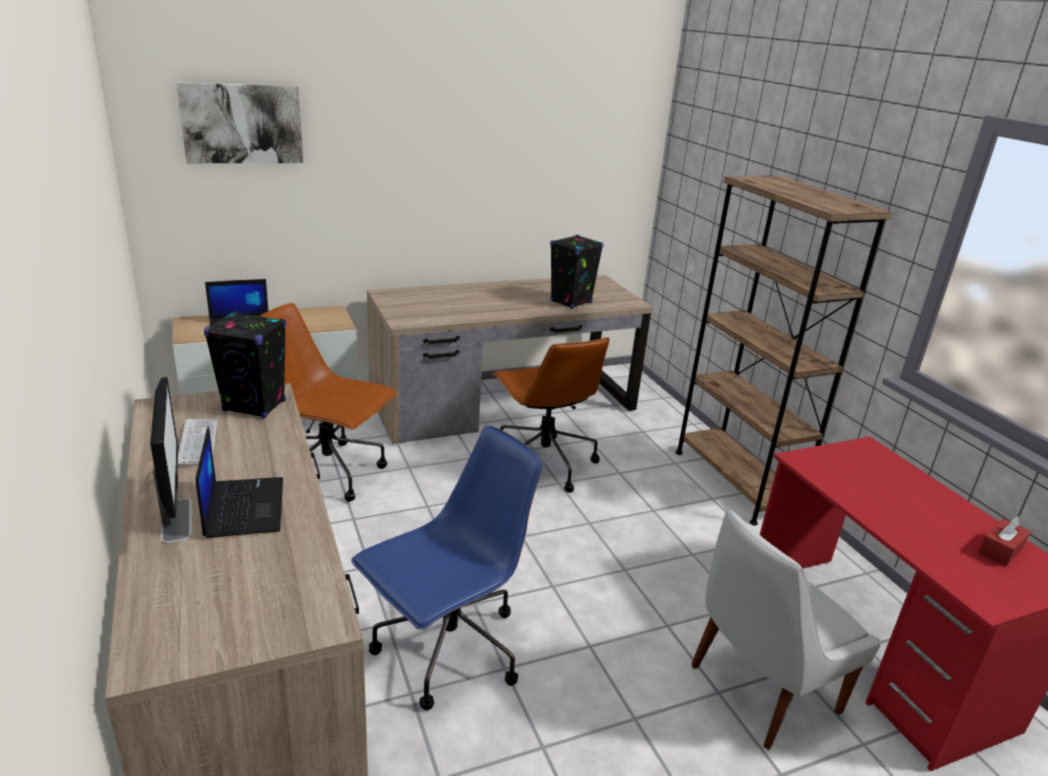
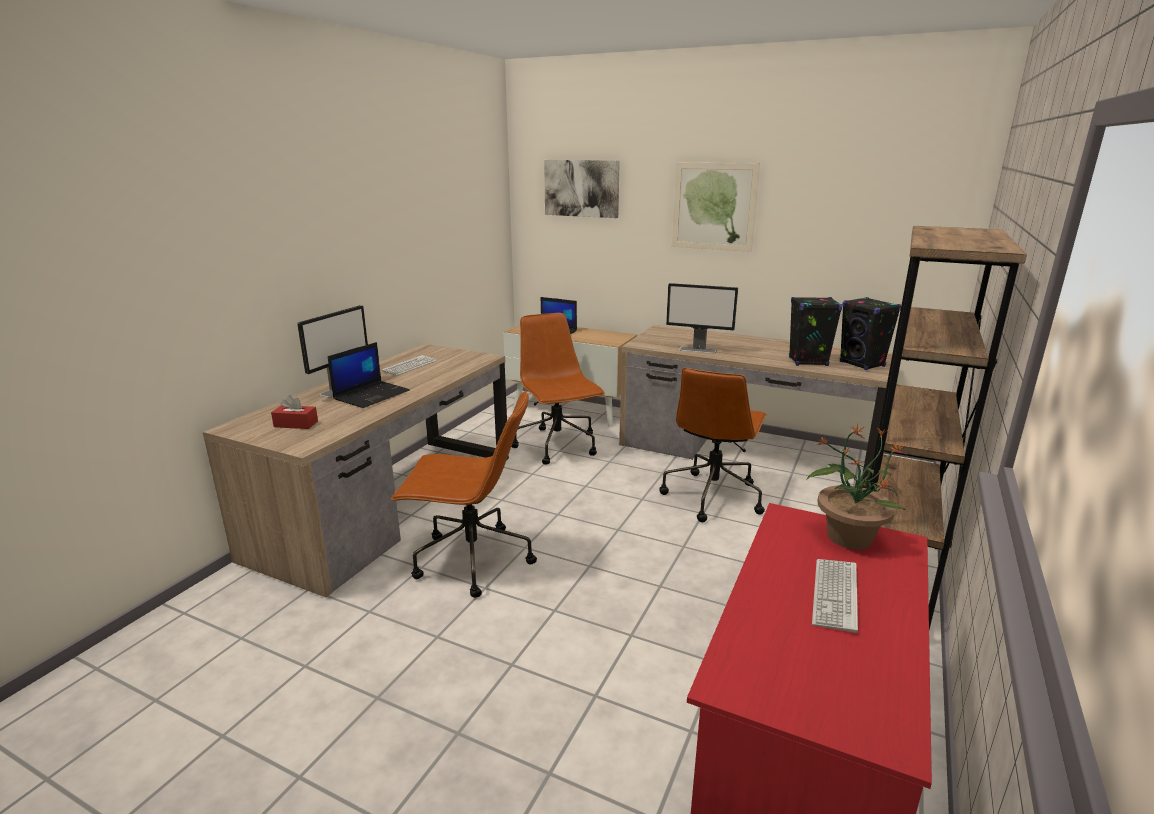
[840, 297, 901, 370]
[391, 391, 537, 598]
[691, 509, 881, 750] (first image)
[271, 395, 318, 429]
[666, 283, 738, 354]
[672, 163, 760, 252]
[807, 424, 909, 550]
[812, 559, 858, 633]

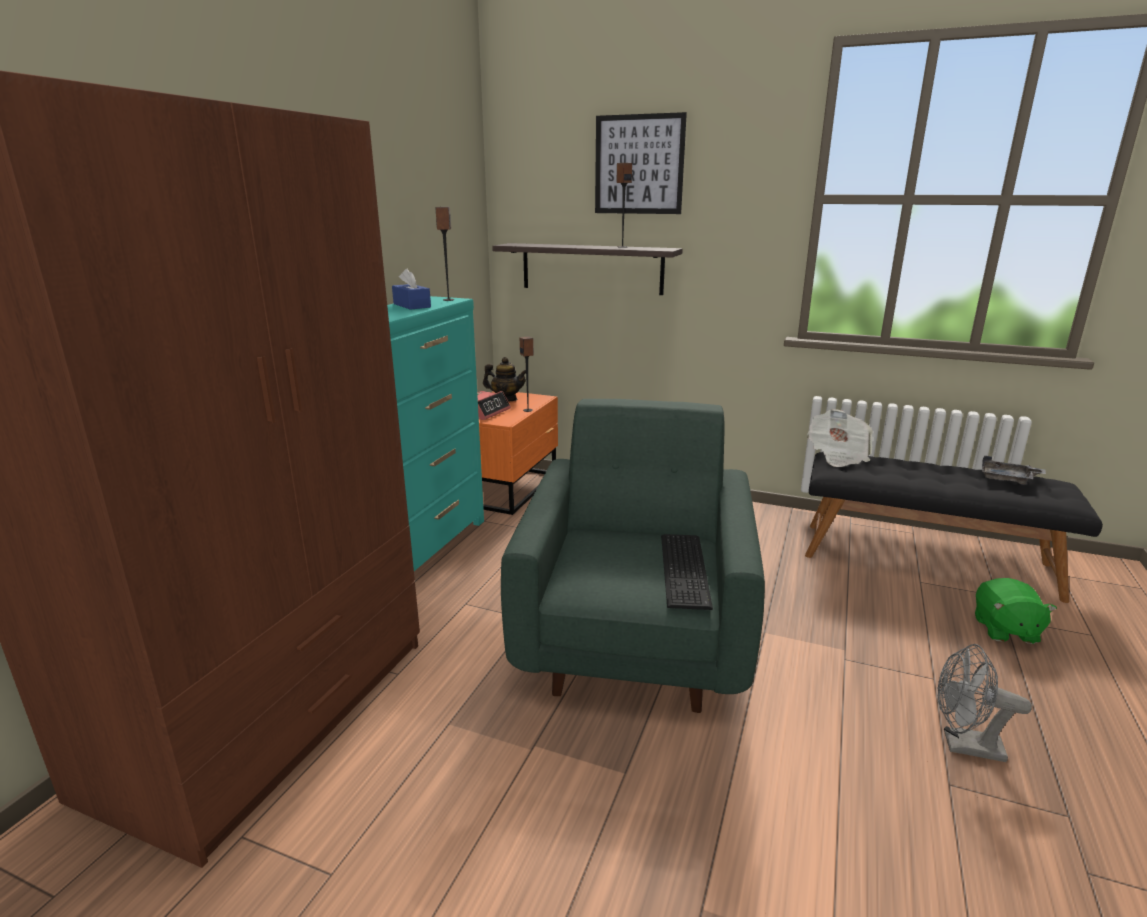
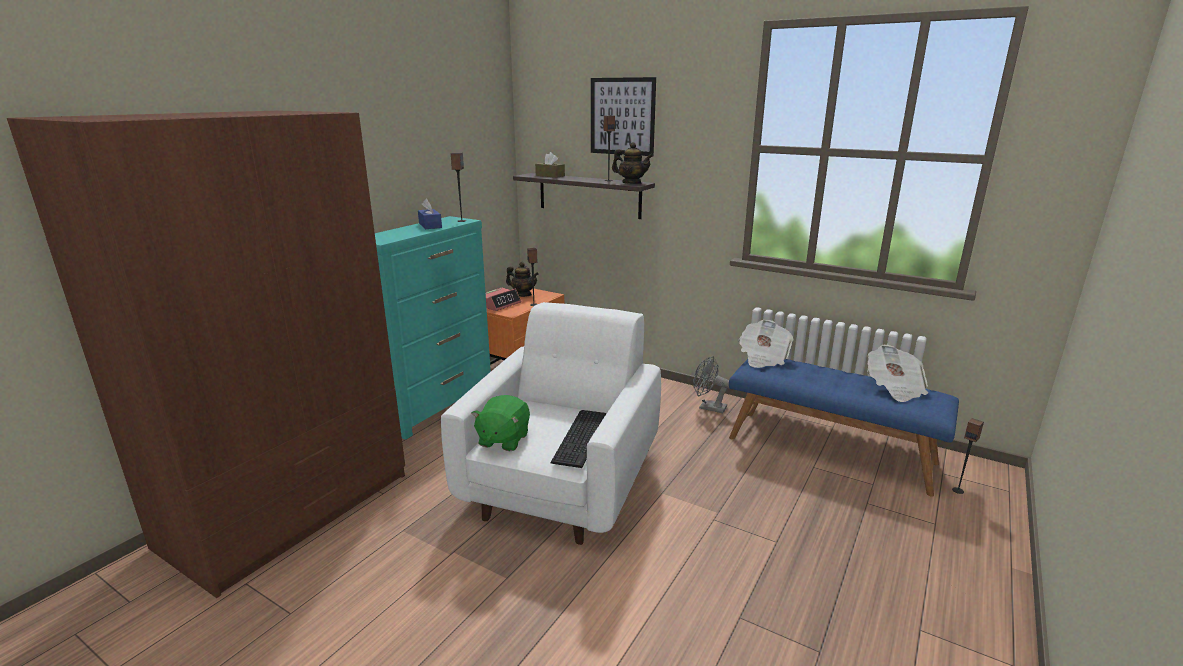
[441, 302, 661, 545]
[729, 359, 959, 497]
[693, 356, 730, 413]
[471, 395, 530, 451]
[868, 345, 928, 402]
[535, 152, 565, 178]
[612, 142, 653, 184]
[952, 418, 984, 494]

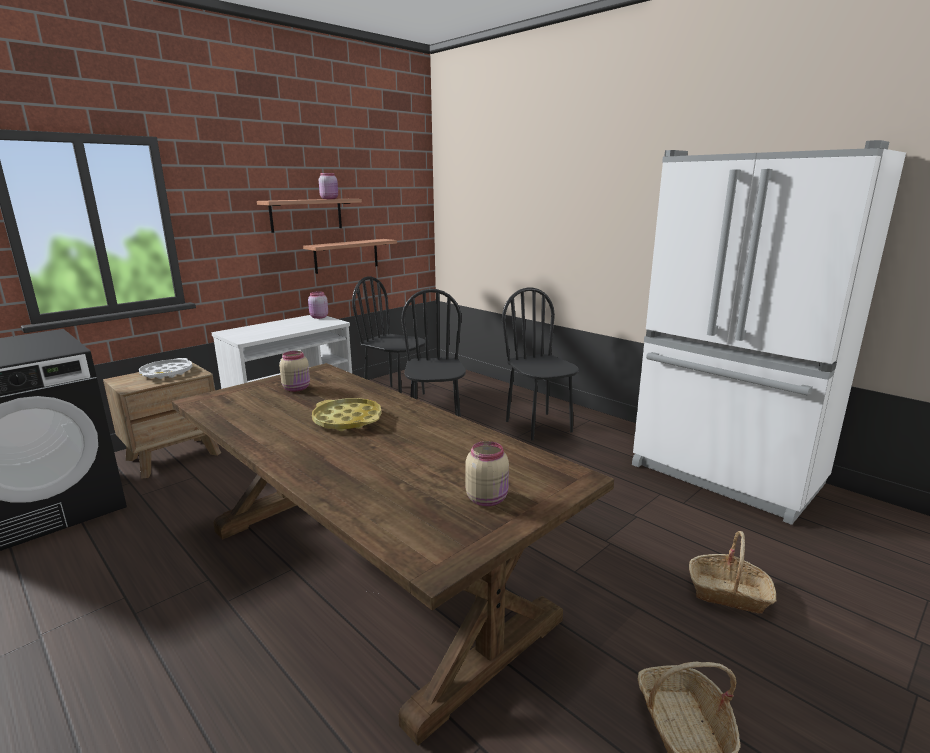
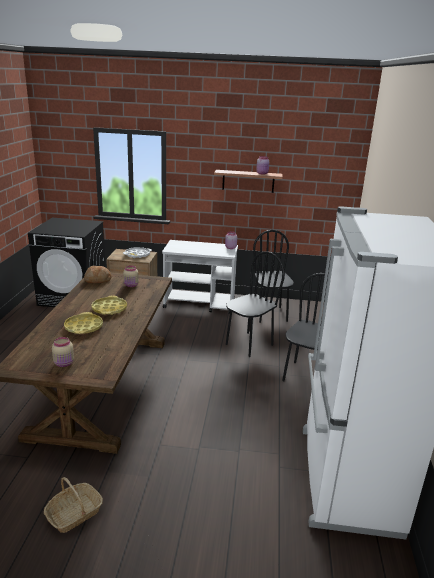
[303, 239, 397, 274] (first image)
[689, 531, 776, 614] (first image)
[64, 312, 103, 334]
[84, 266, 112, 283]

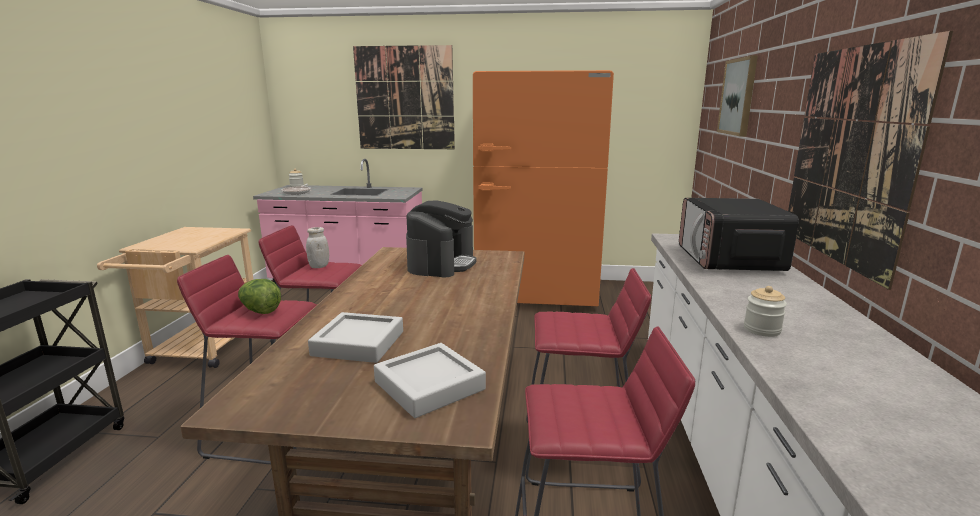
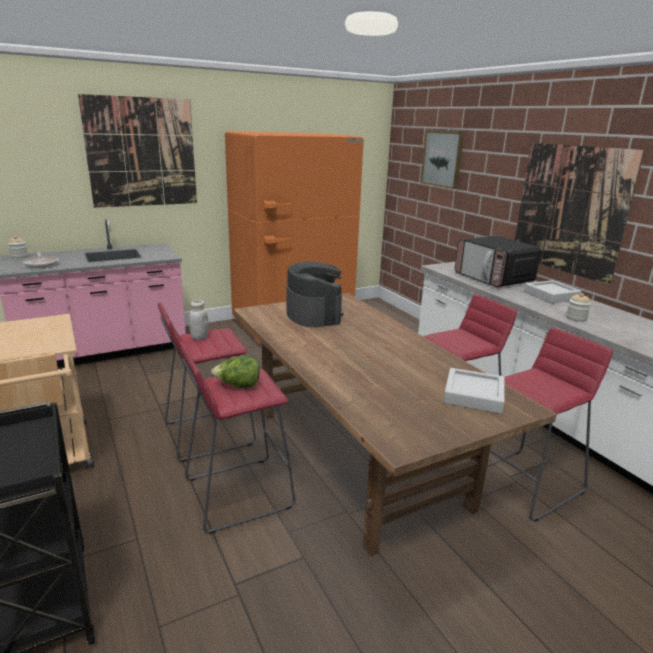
[524, 280, 582, 303]

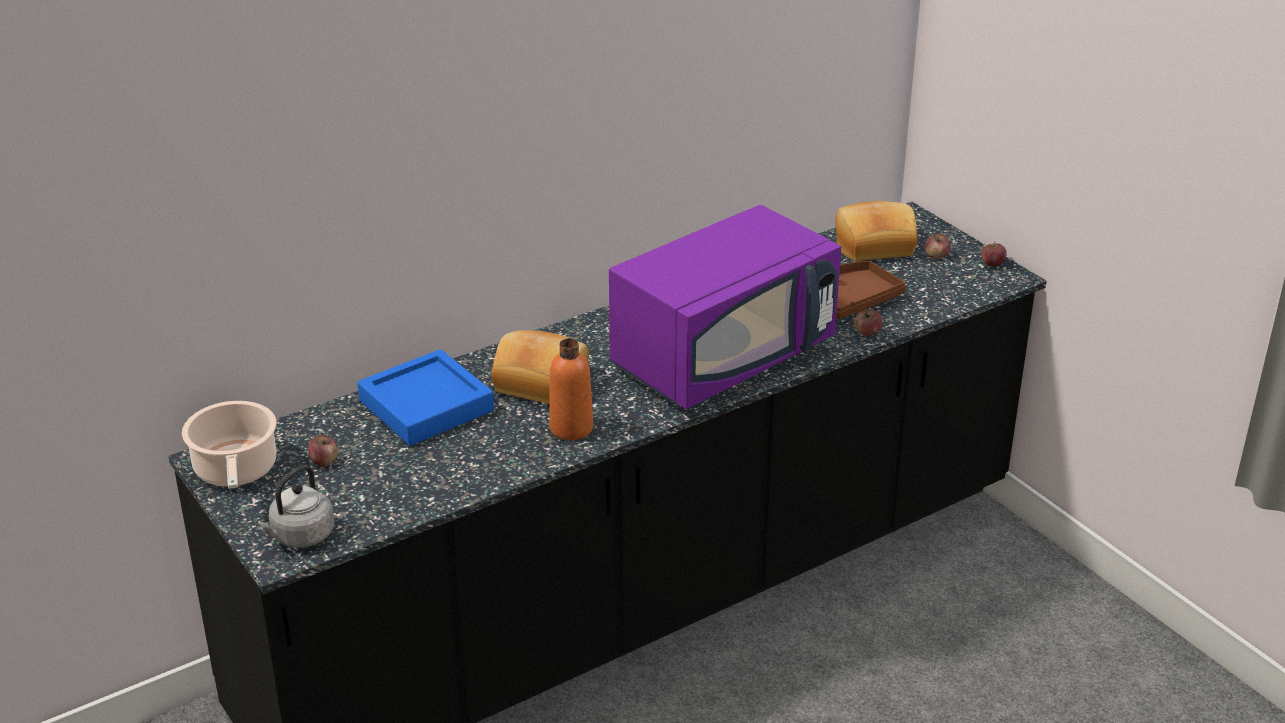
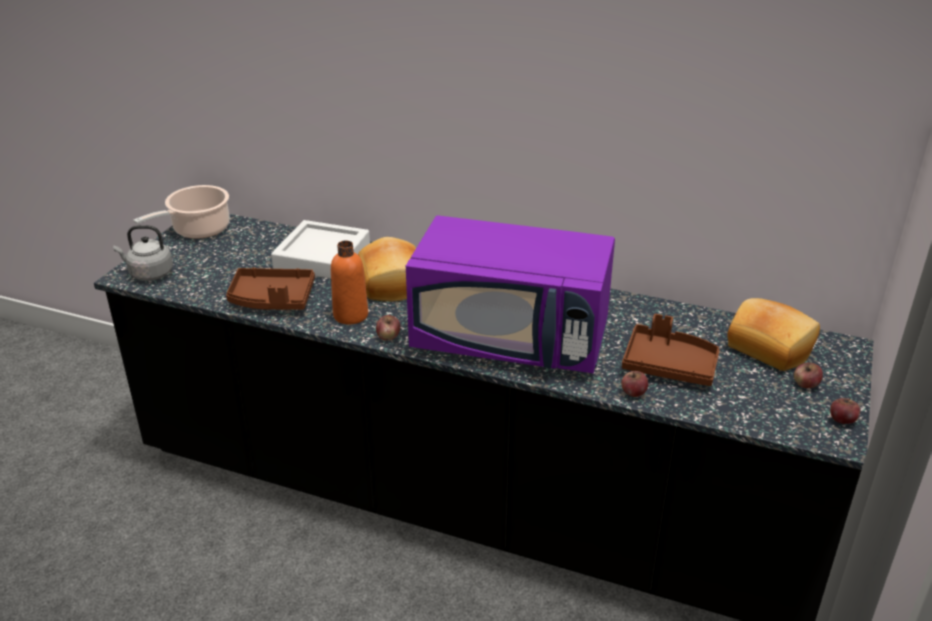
[376, 315, 400, 340]
[271, 220, 370, 279]
[226, 268, 315, 310]

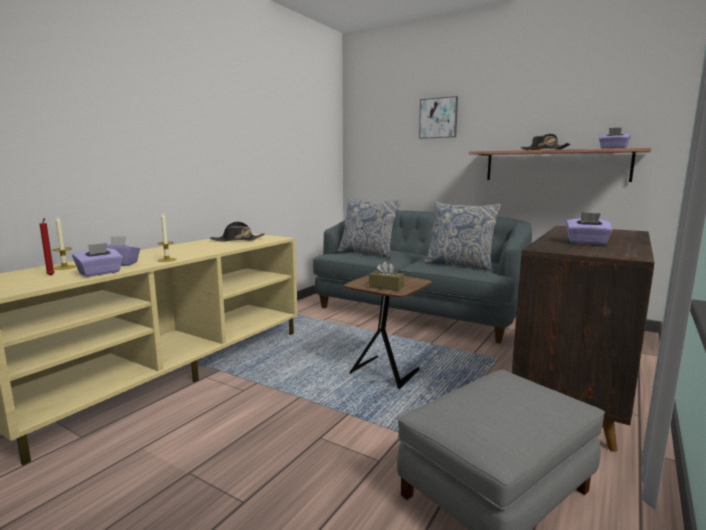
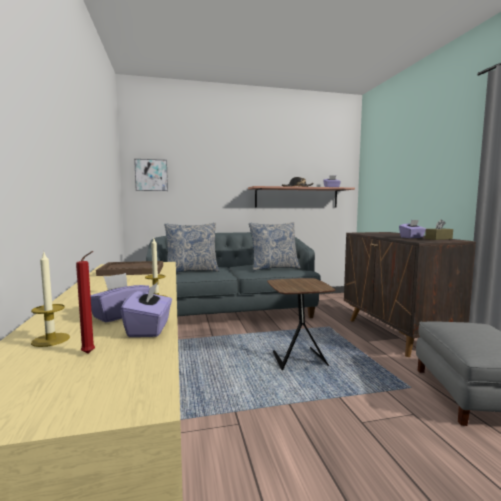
[96, 261, 163, 276]
[425, 219, 453, 240]
[134, 159, 168, 191]

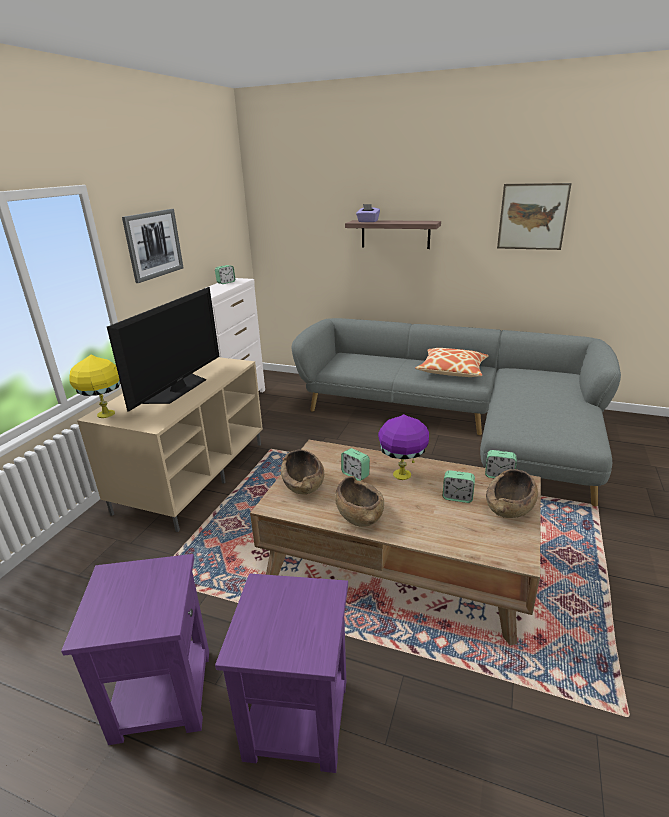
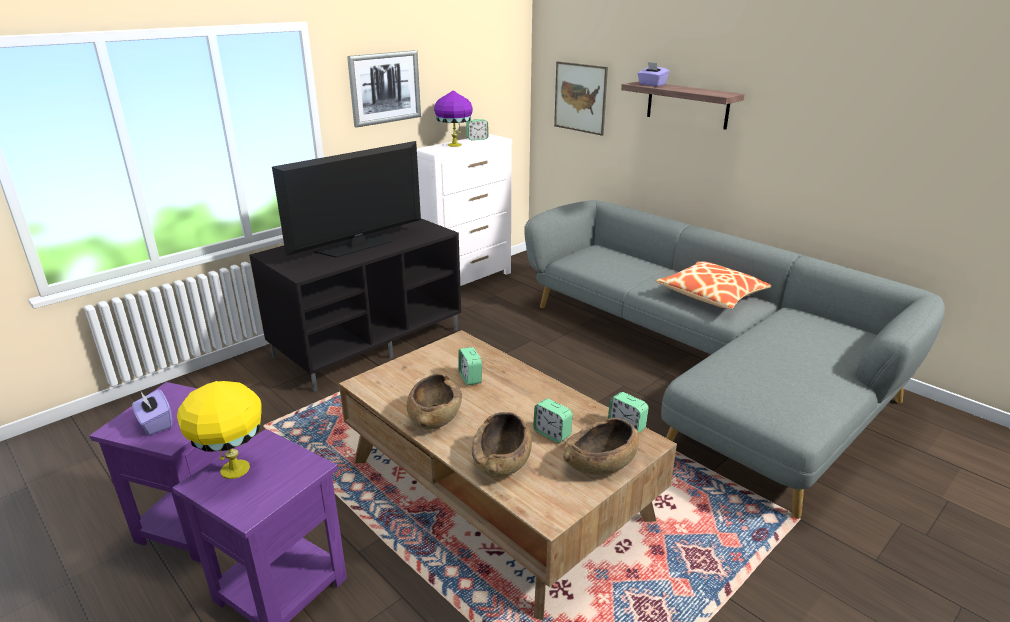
[177, 381, 262, 479]
[249, 218, 461, 391]
[472, 412, 532, 477]
[434, 90, 473, 147]
[554, 61, 608, 136]
[132, 389, 172, 435]

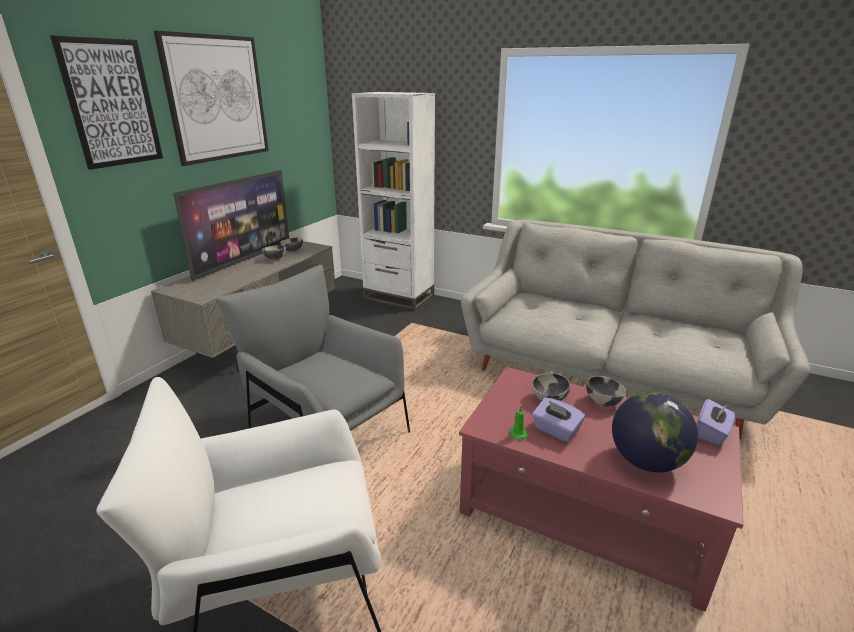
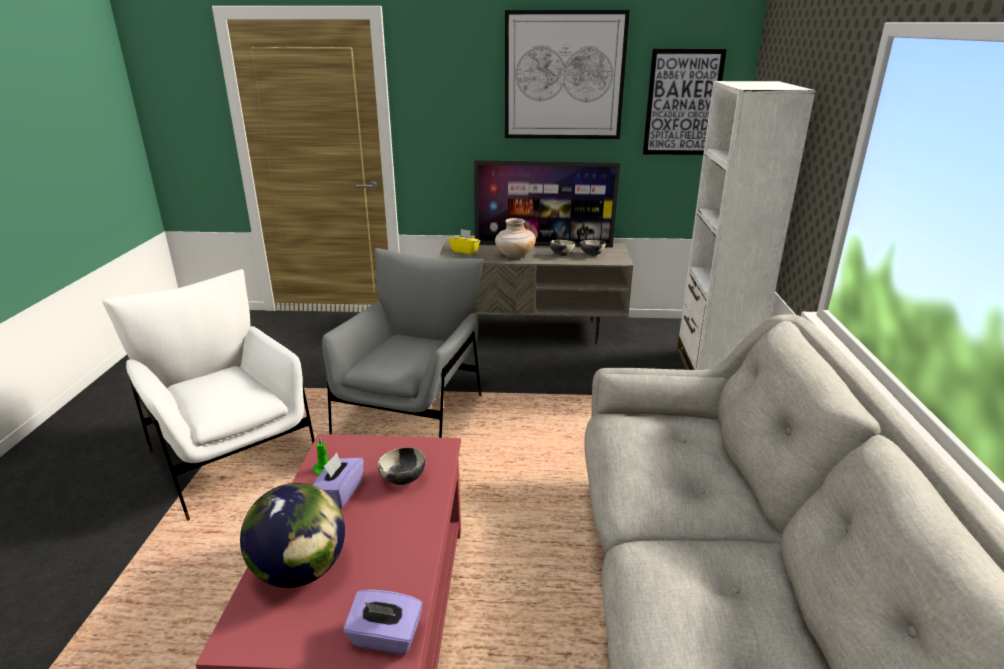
[643, 49, 727, 155]
[586, 376, 626, 407] (first image)
[449, 229, 480, 254]
[495, 218, 536, 259]

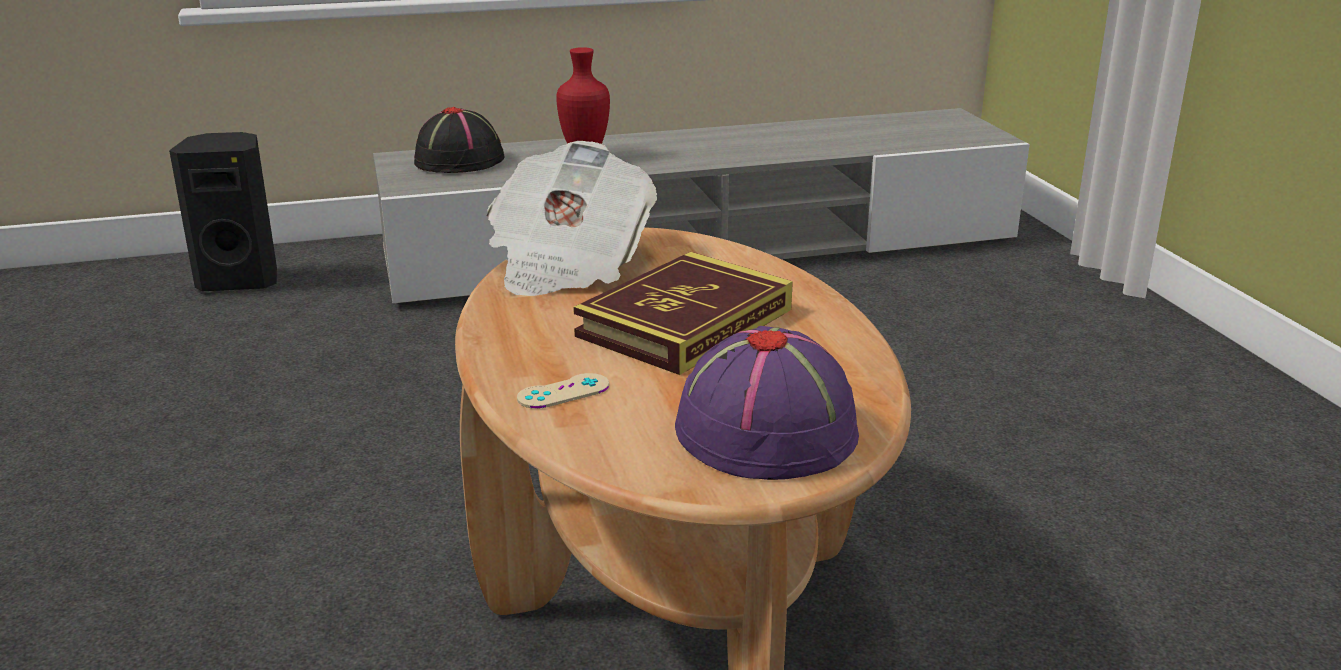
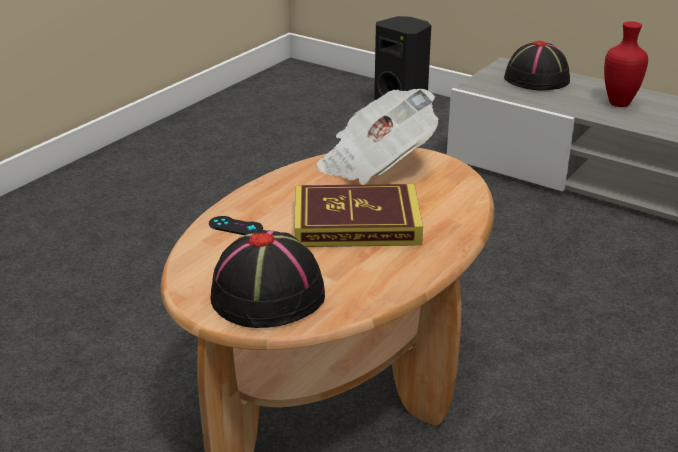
[209, 216, 263, 235]
[210, 230, 325, 328]

